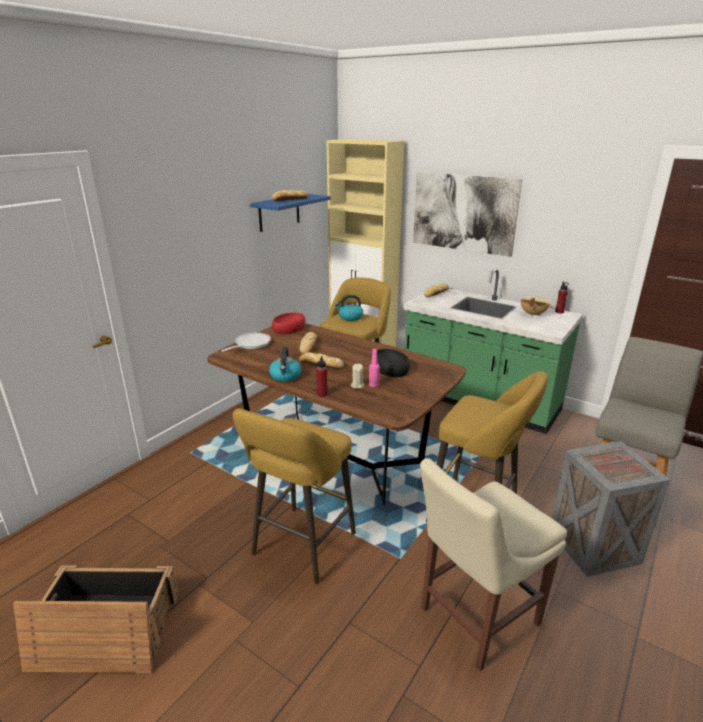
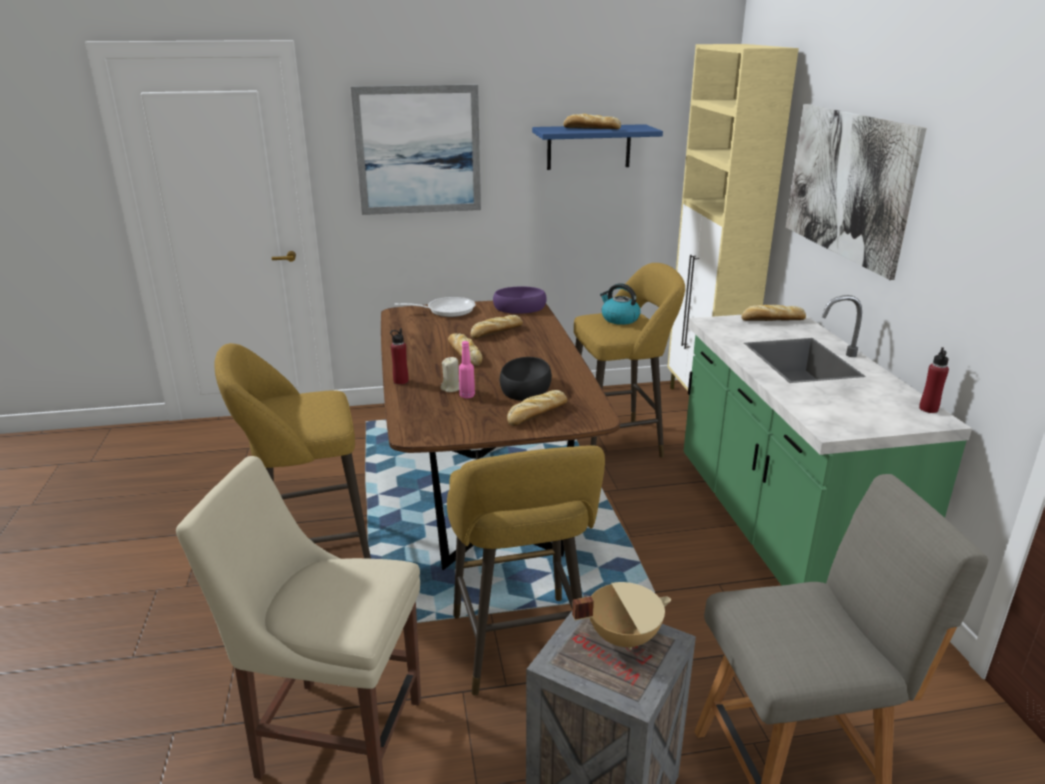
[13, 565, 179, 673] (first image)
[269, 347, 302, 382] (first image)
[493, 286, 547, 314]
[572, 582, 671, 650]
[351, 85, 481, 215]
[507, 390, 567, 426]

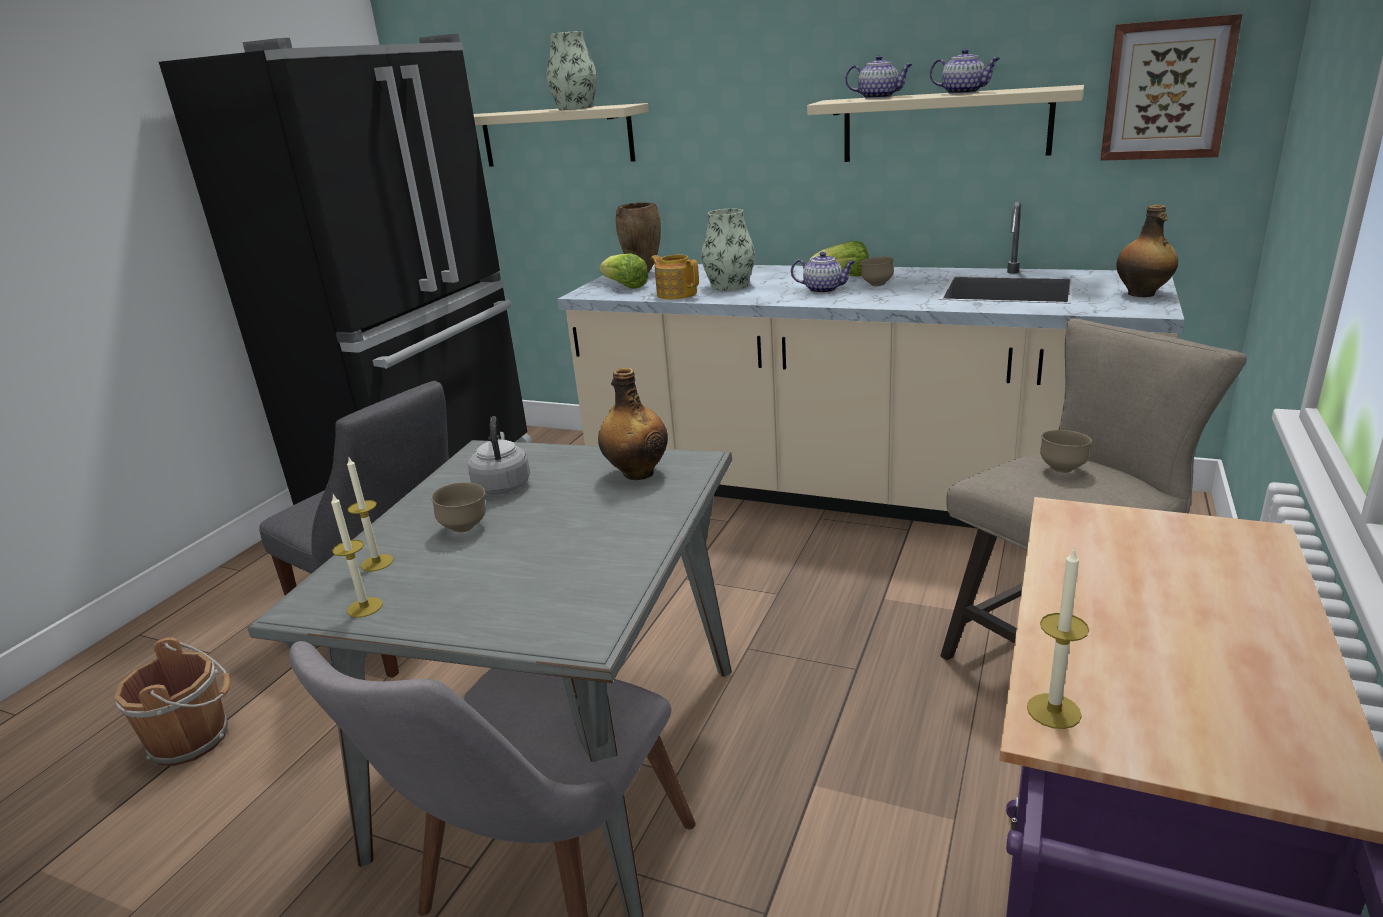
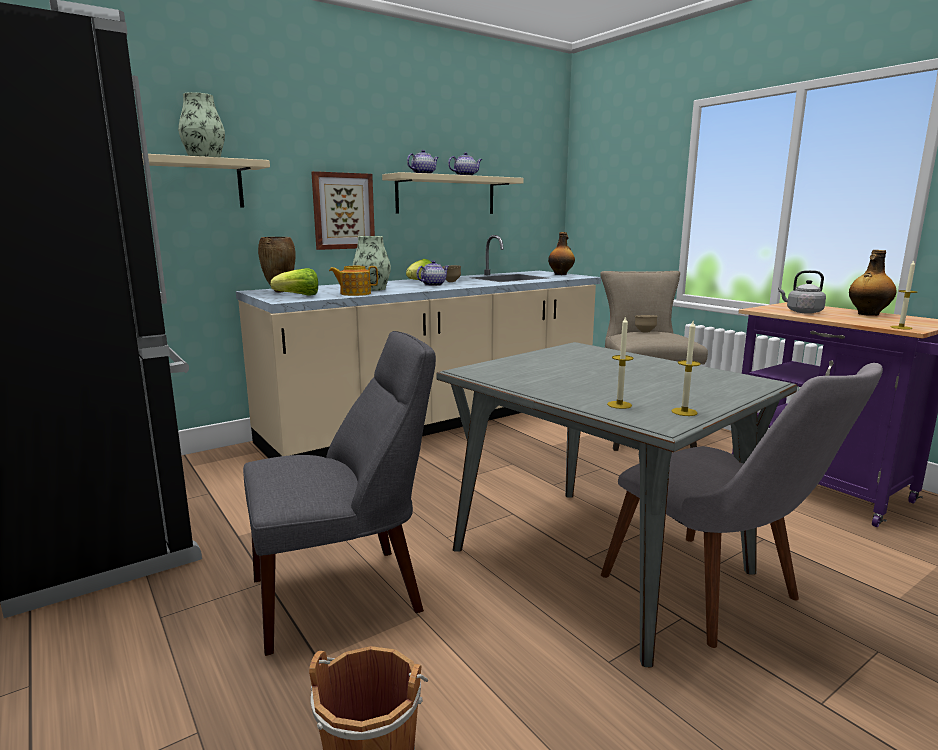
[431, 482, 486, 532] (first image)
[778, 270, 826, 314]
[849, 250, 897, 316]
[311, 171, 375, 250]

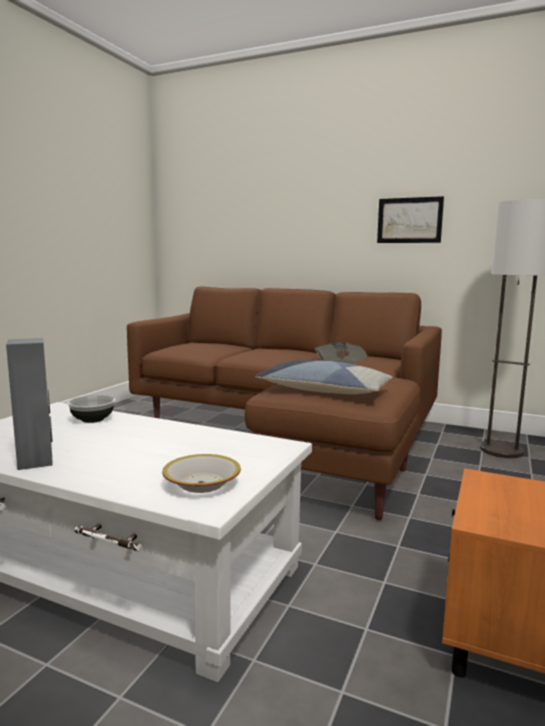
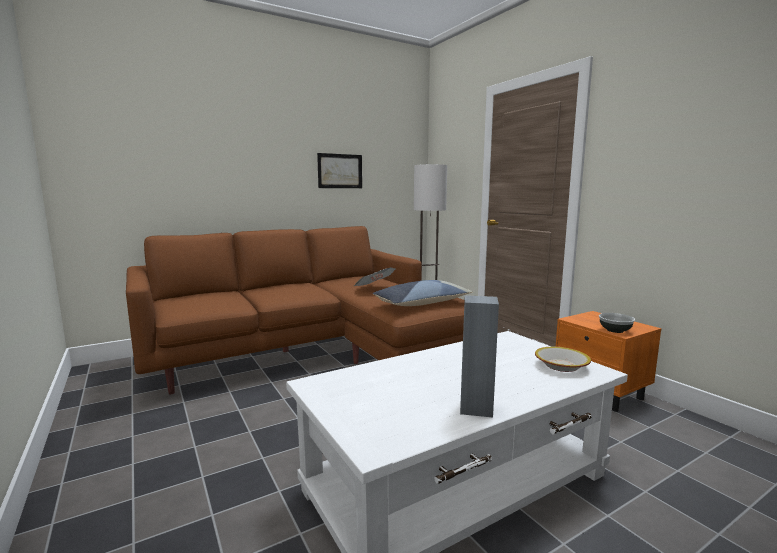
[599, 313, 635, 333]

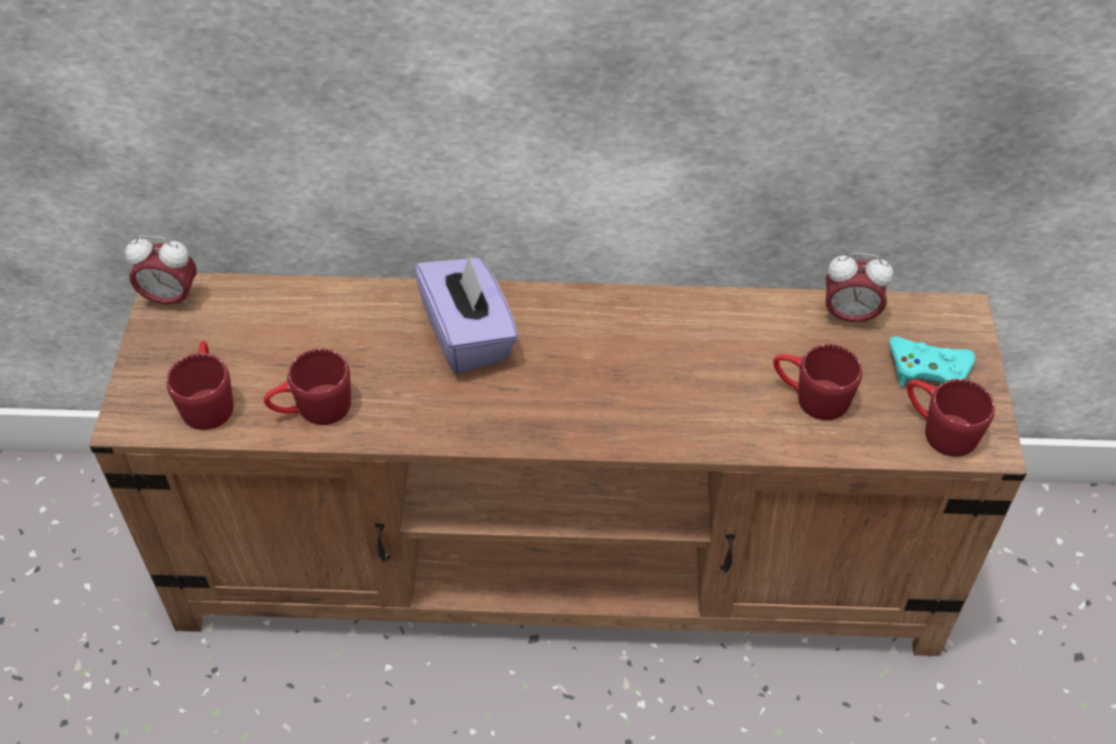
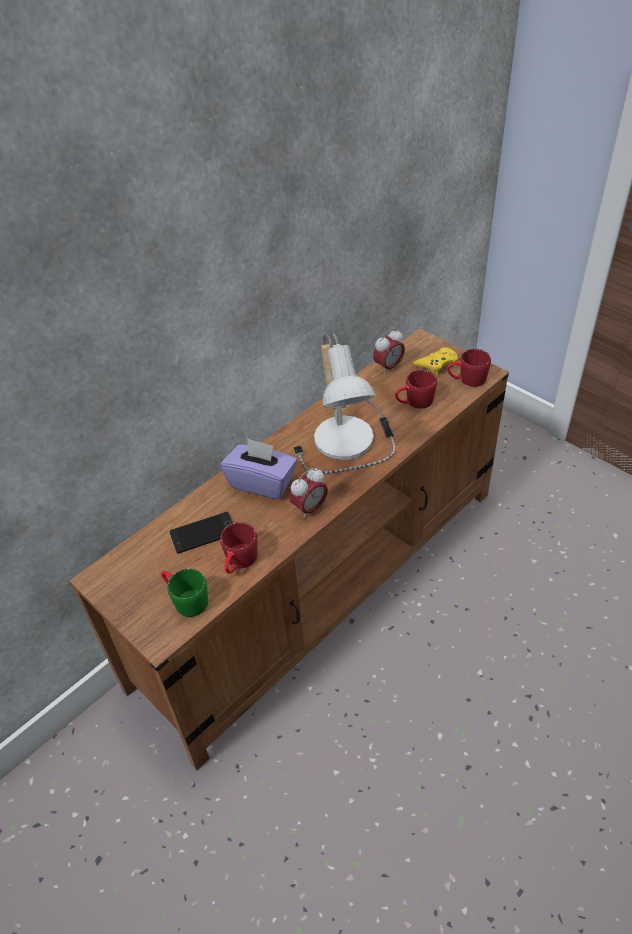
[289, 468, 328, 519]
[161, 568, 208, 617]
[413, 347, 458, 376]
[170, 512, 233, 554]
[294, 333, 395, 474]

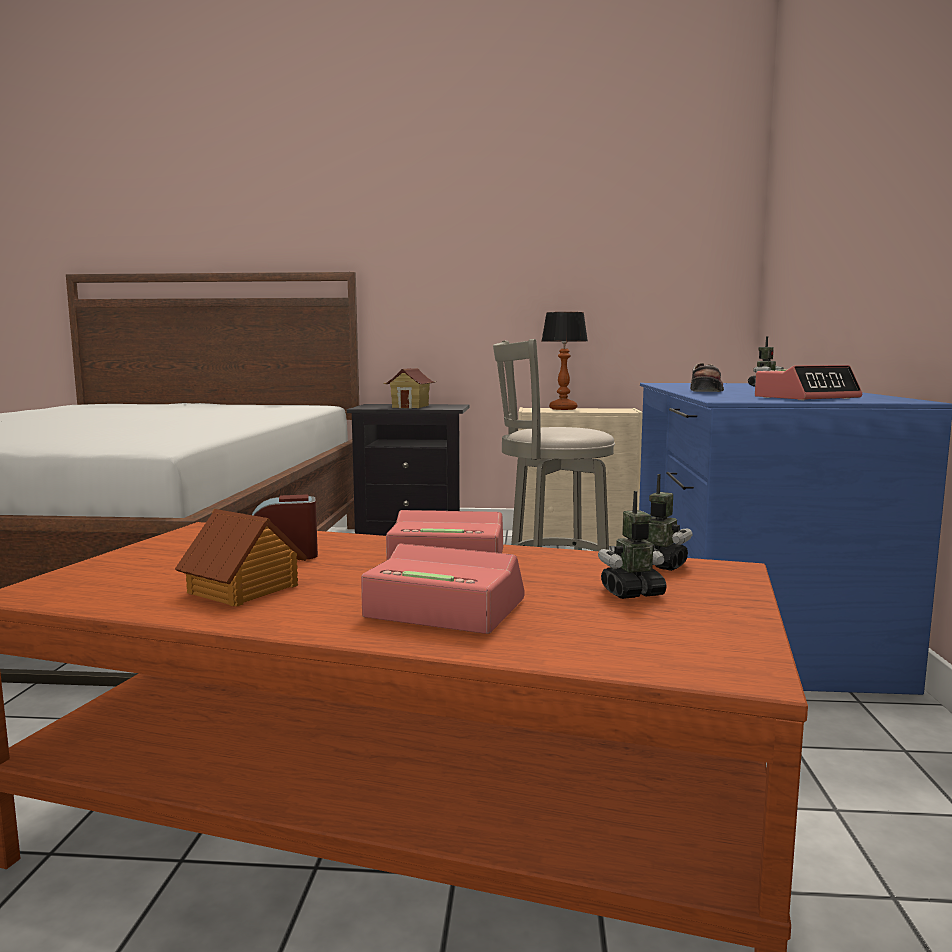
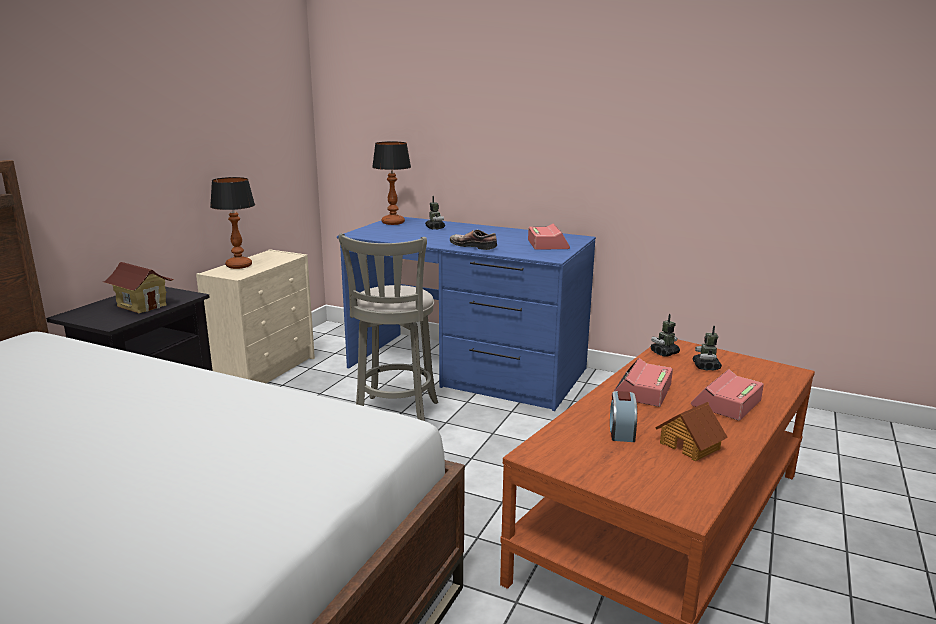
[372, 141, 411, 225]

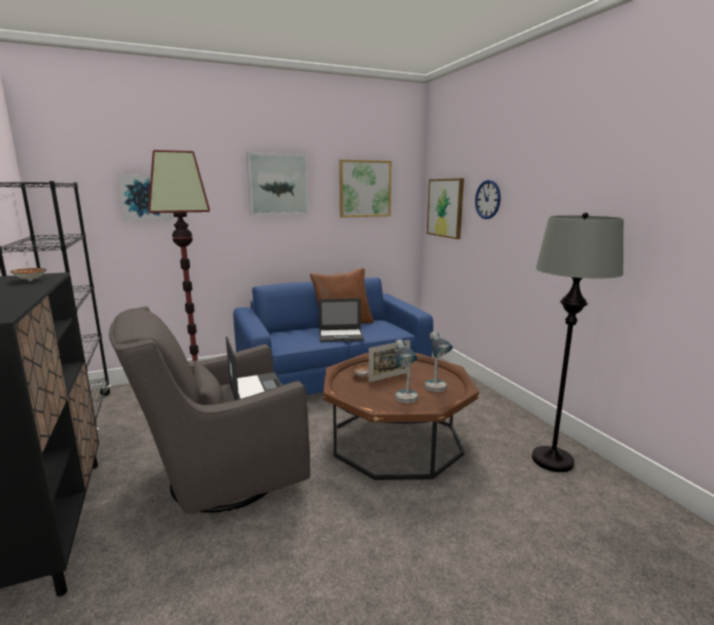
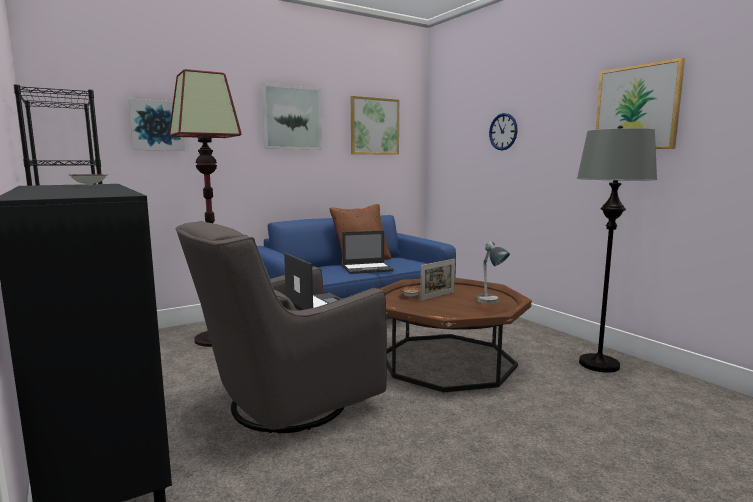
[395, 339, 418, 403] (first image)
[596, 58, 685, 149]

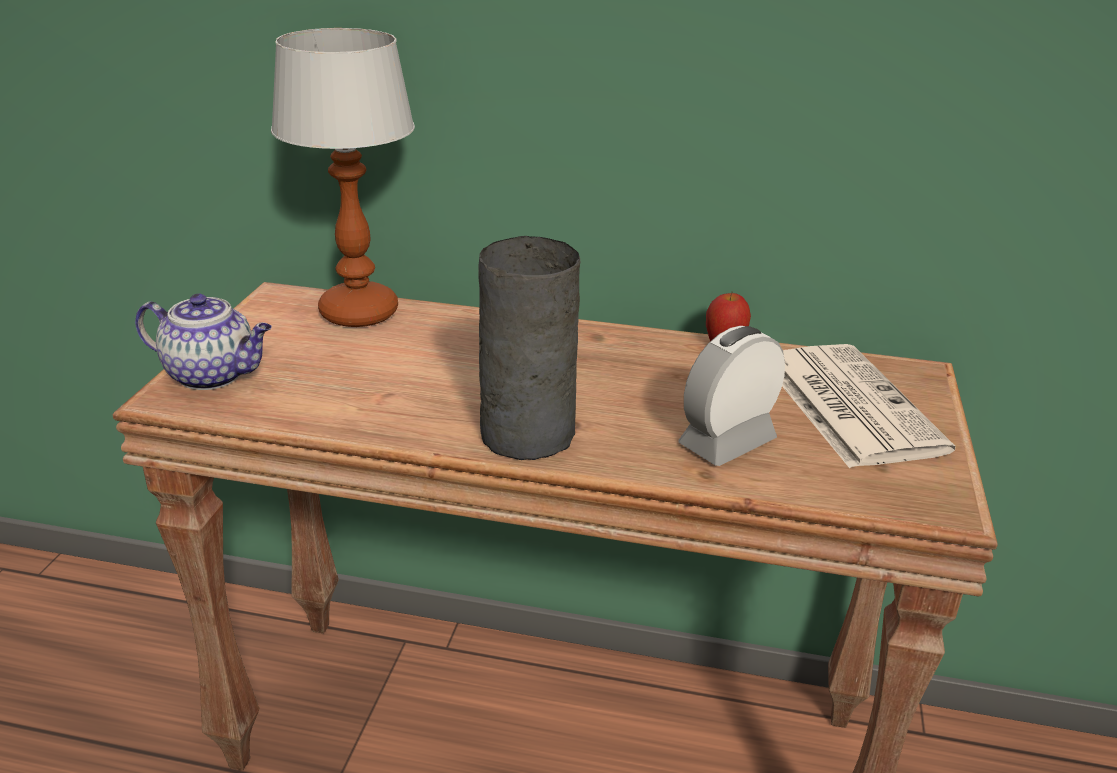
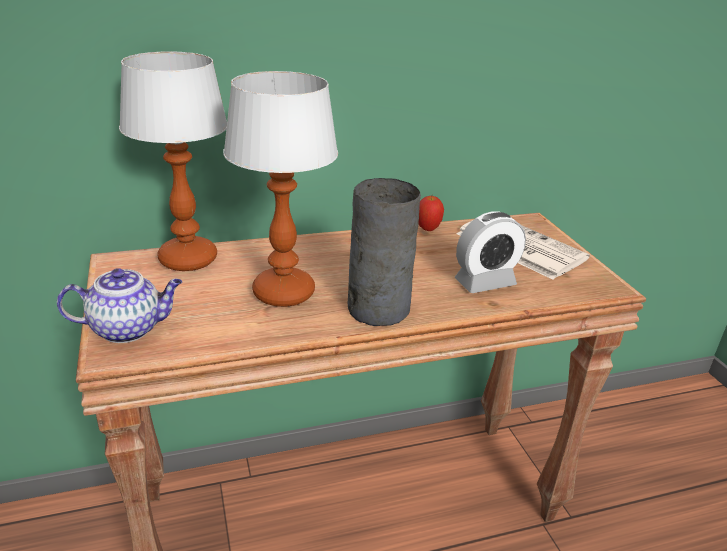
[454, 211, 526, 293]
[223, 71, 338, 307]

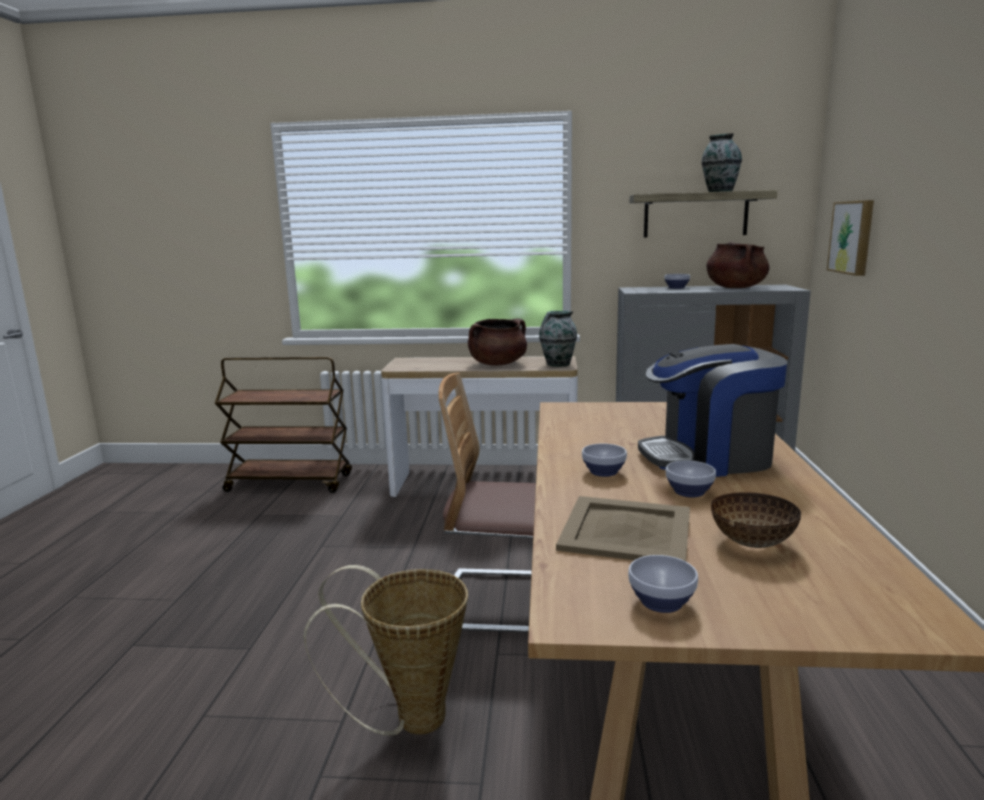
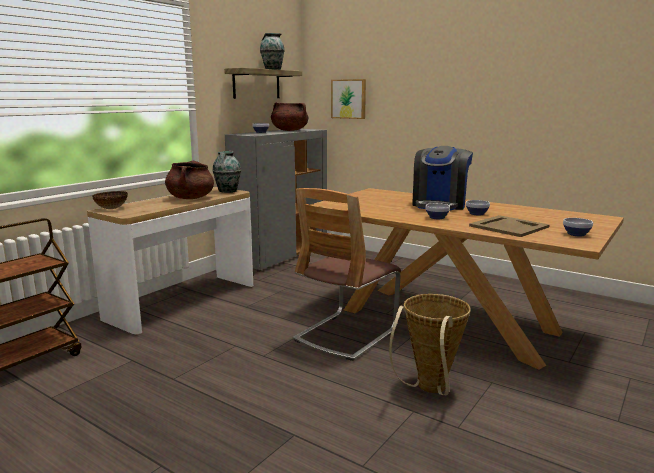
[92, 191, 128, 209]

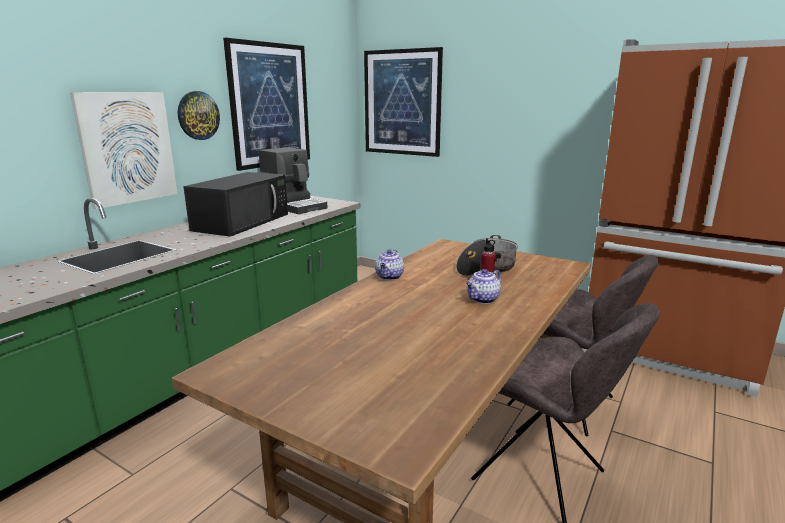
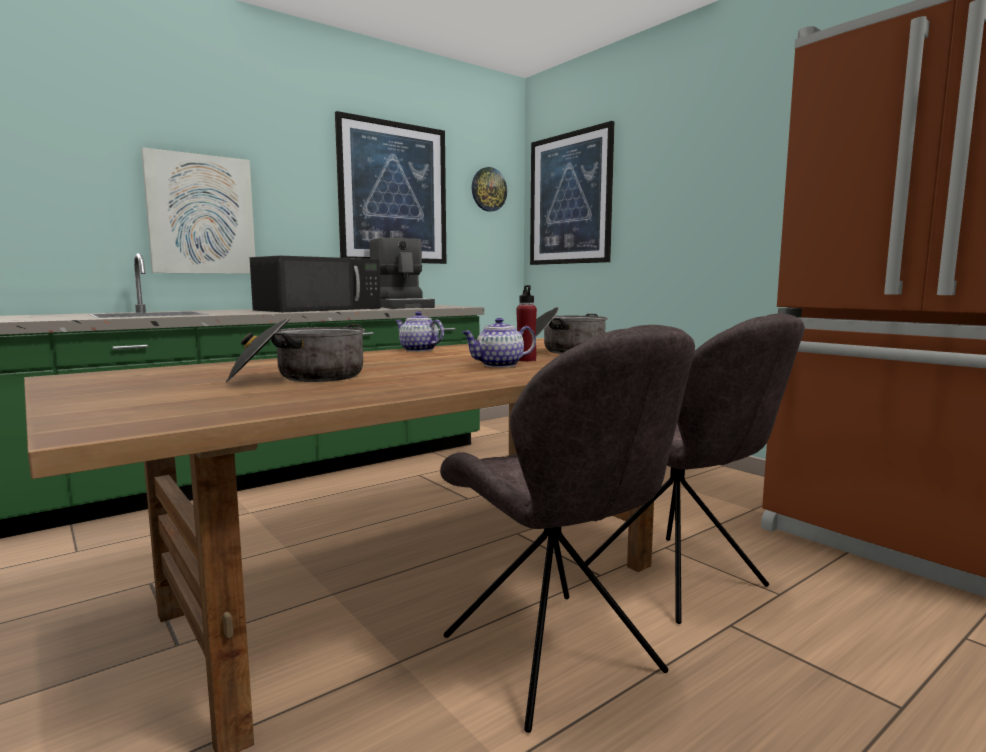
[472, 167, 507, 212]
[395, 311, 444, 352]
[226, 317, 365, 383]

